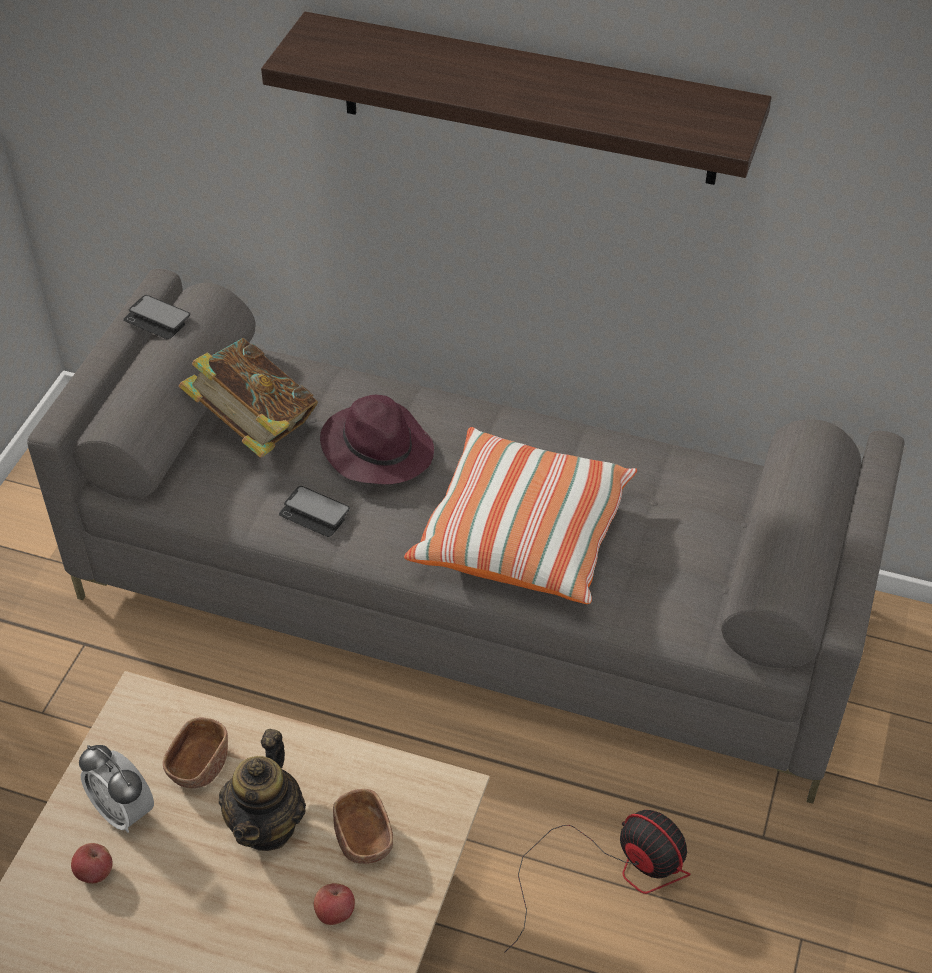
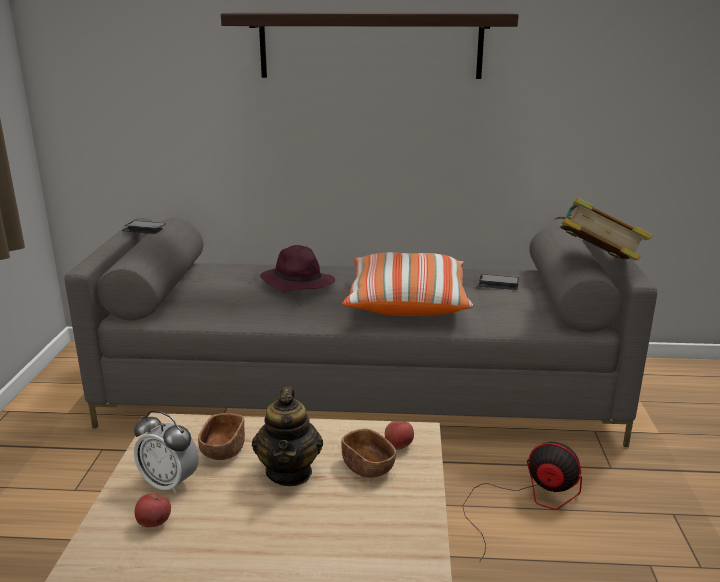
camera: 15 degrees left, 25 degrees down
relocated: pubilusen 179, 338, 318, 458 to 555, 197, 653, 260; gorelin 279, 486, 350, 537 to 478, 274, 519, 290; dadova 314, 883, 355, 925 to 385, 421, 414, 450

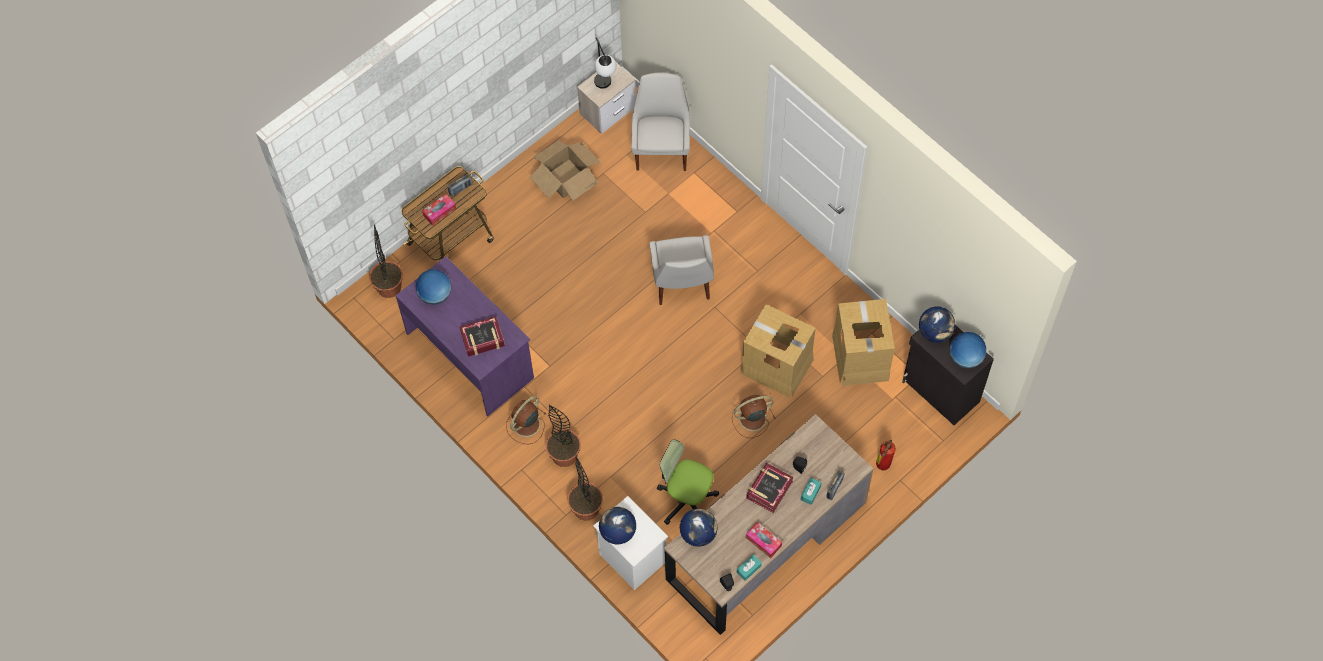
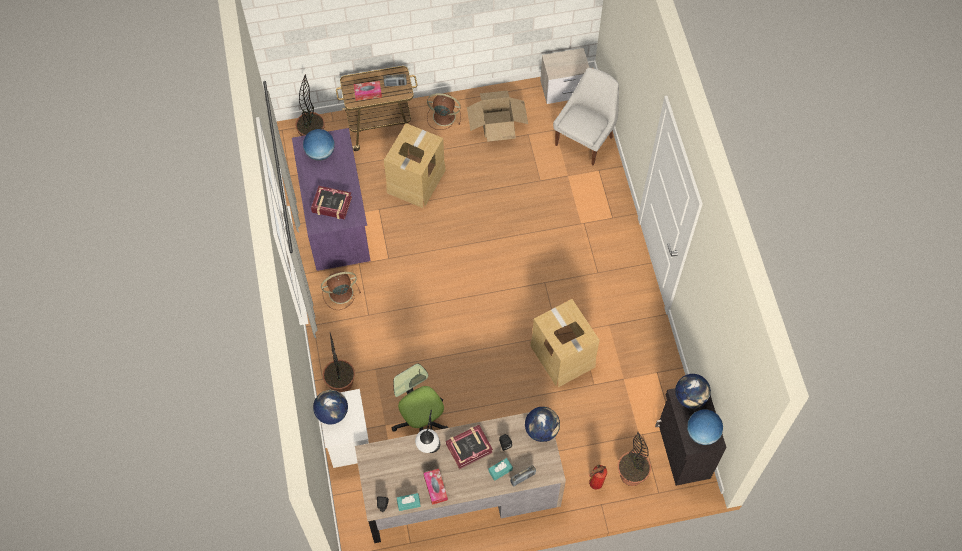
camera: 30 degrees right, 0 degrees up
missing: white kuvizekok 649, 235, 714, 305
relocated: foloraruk 594, 37, 617, 89 to 415, 410, 440, 453; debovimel 832, 299, 895, 386 to 384, 123, 446, 208; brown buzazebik 732, 395, 775, 438 to 427, 93, 461, 130; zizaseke 546, 405, 581, 467 to 618, 432, 651, 486; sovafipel 680, 509, 718, 547 to 525, 407, 560, 442

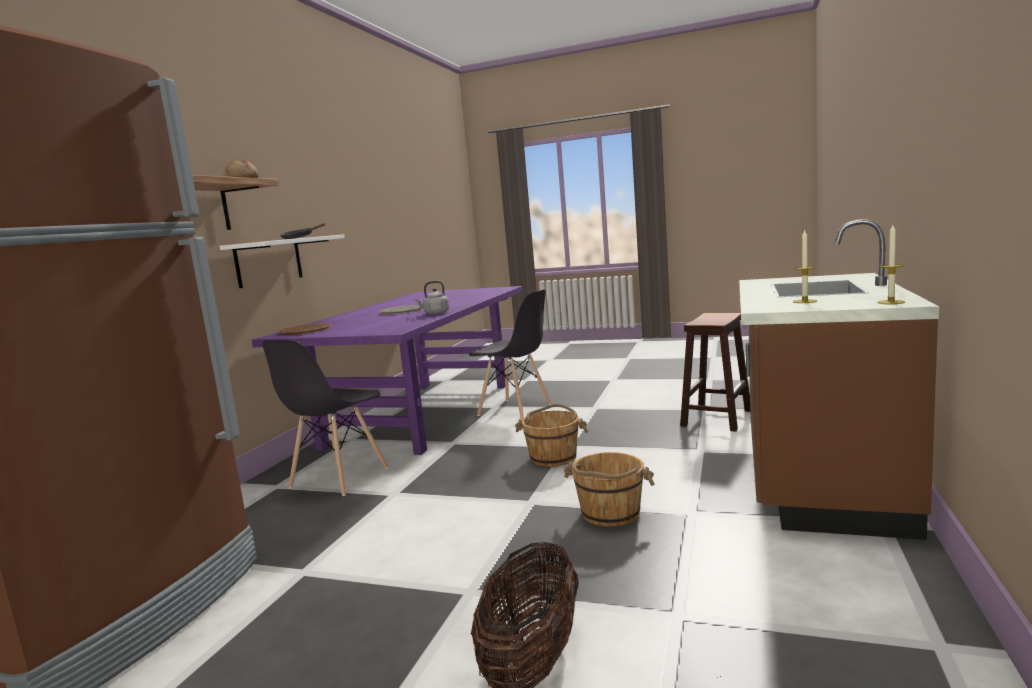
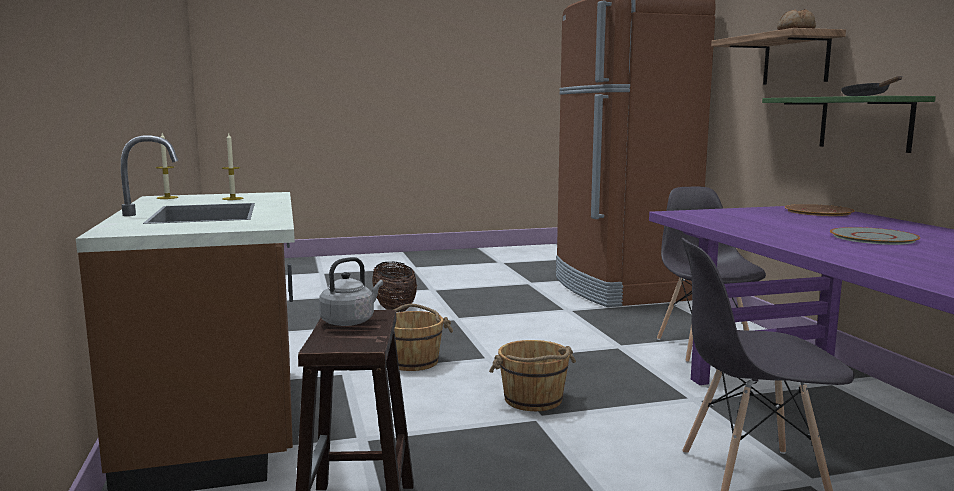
camera: 145 degrees right, 0 degrees up
relocated: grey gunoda 414, 281, 449, 314 to 319, 257, 383, 326
colour: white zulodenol 219, 234, 345, 288 to green zulodenol 762, 96, 936, 153

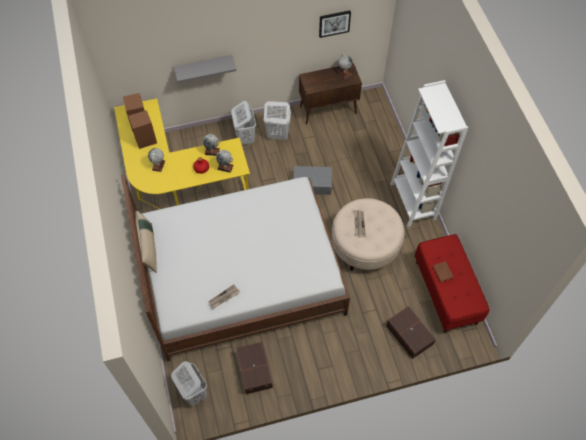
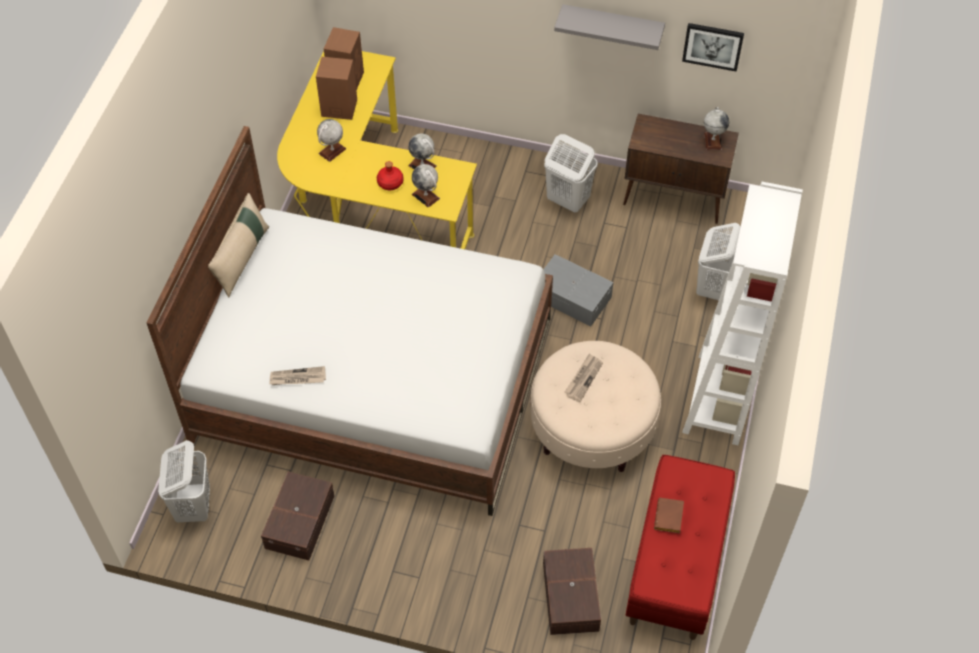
camera: 30 degrees right, 5 degrees down
relocated: grey zulodenol 174, 55, 236, 83 to 554, 4, 665, 50; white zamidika 231, 101, 256, 145 to 696, 223, 740, 300

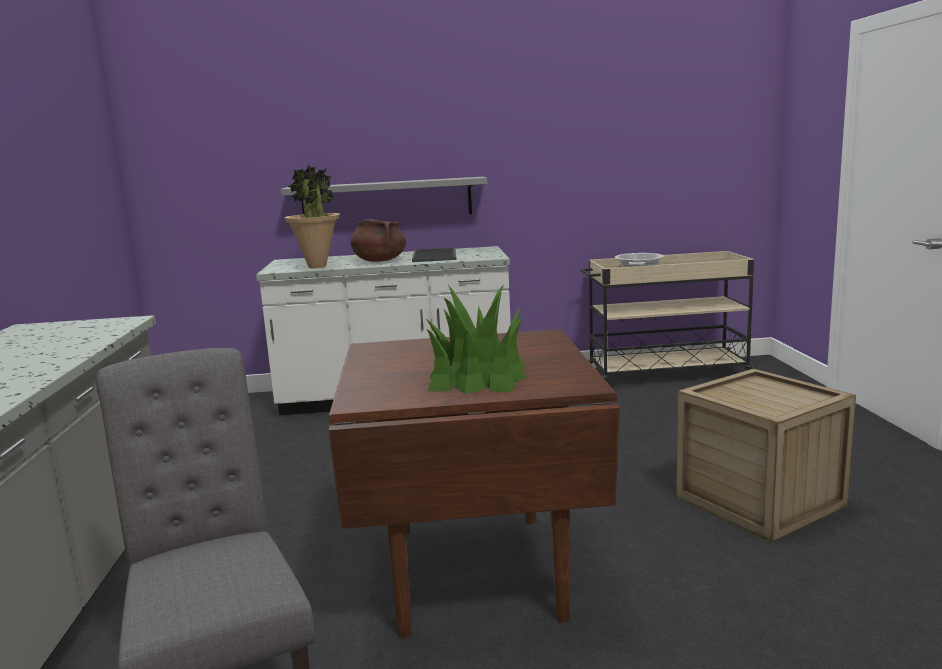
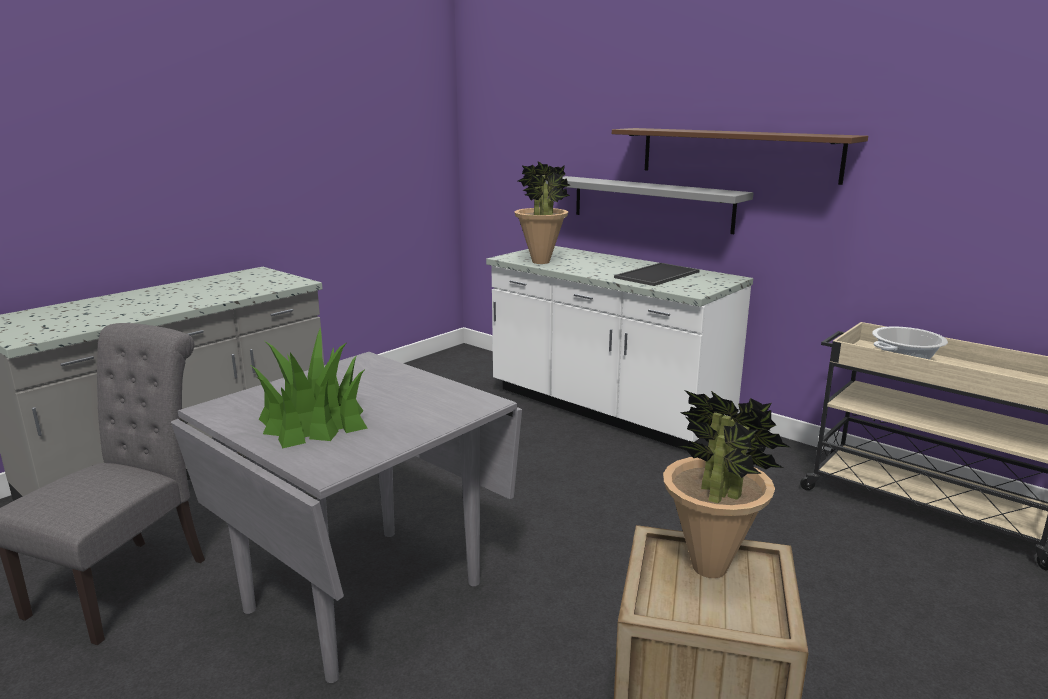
camera: 45 degrees right, 5 degrees up
missing: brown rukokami 350, 219, 406, 262
appeared: brown zulodenol 612, 128, 868, 185; zizaseke 663, 390, 790, 578
colour: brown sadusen 329, 329, 620, 638 to grey sadusen 171, 352, 522, 683

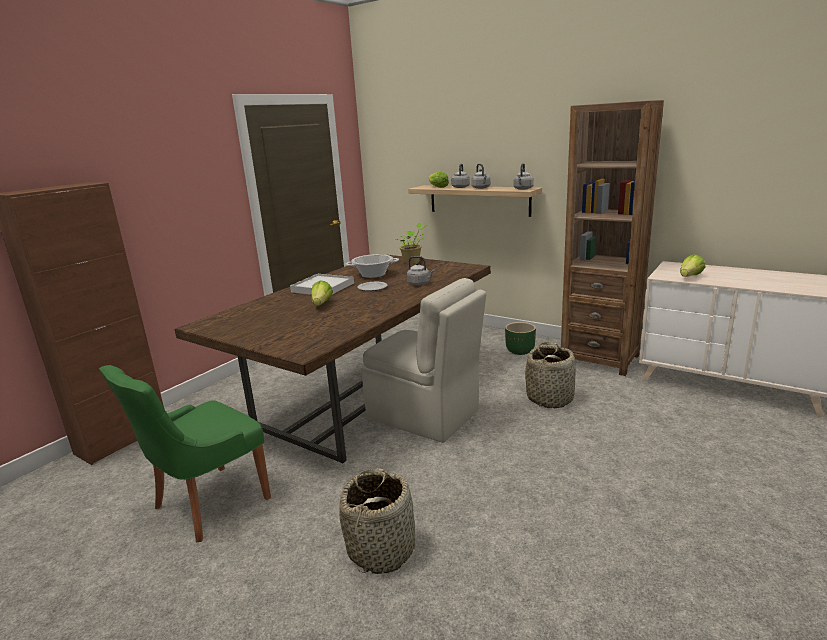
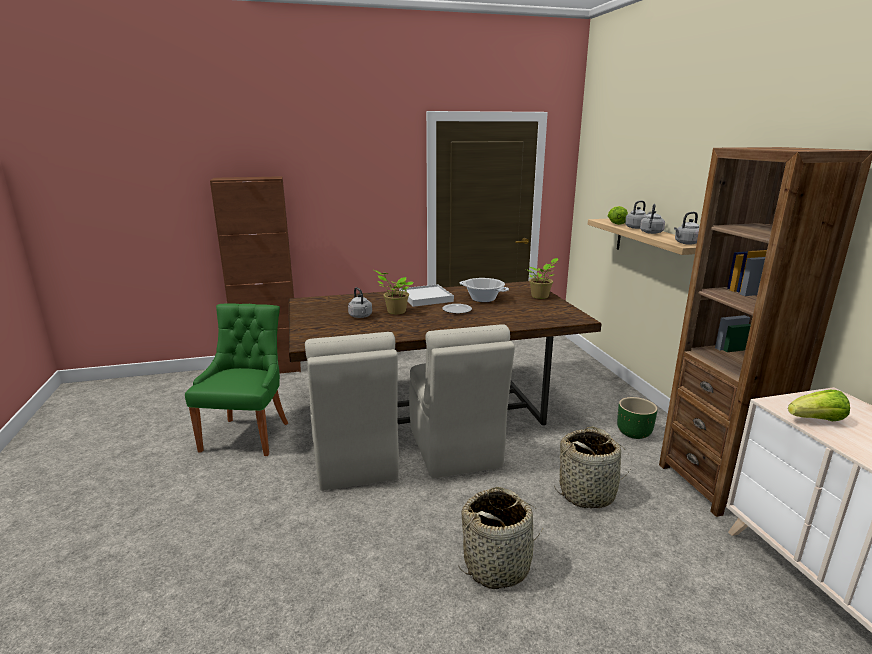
camera: 40 degrees right, 0 degrees up
appeared: beige kuvizekok 305, 332, 399, 491
relocated: grey gunoda 407, 256, 435, 285 to 348, 287, 372, 318; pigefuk 340, 468, 415, 574 to 459, 487, 543, 589
exchanged: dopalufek 311, 280, 333, 306 to zizaseke 374, 270, 413, 314
spun: green kuvizekok 99, 365, 271, 542 = 185, 303, 288, 456 105 degrees clockwise

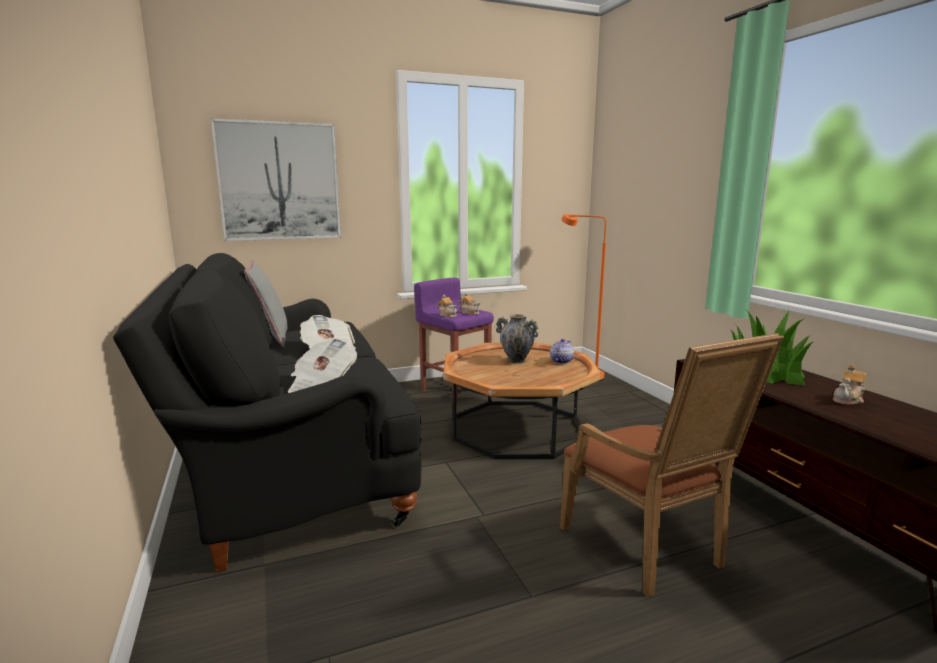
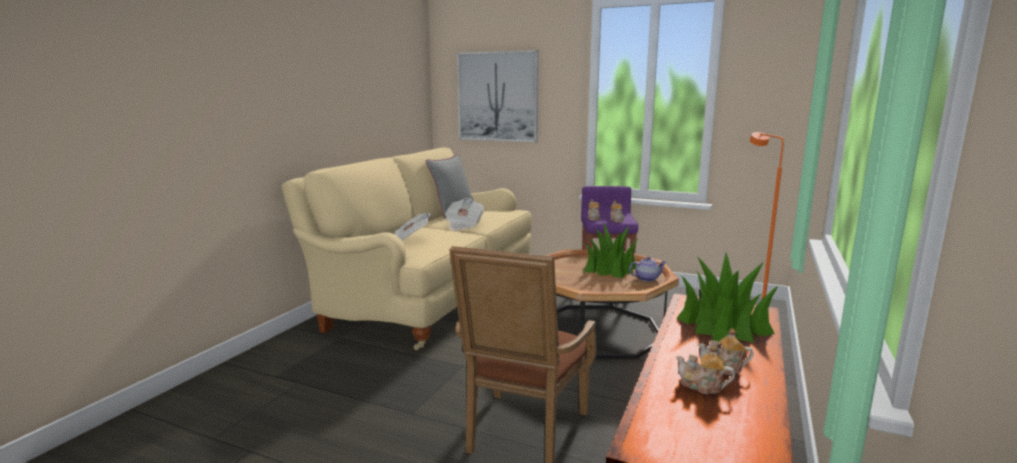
camera: 45 degrees right, 0 degrees up
appeared: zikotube 676, 345, 735, 394
exchanged: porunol 496, 314, 538, 364 to zizaseke 584, 222, 638, 278
colour: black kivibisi 113, 253, 422, 573 to beige kivibisi 281, 147, 532, 350

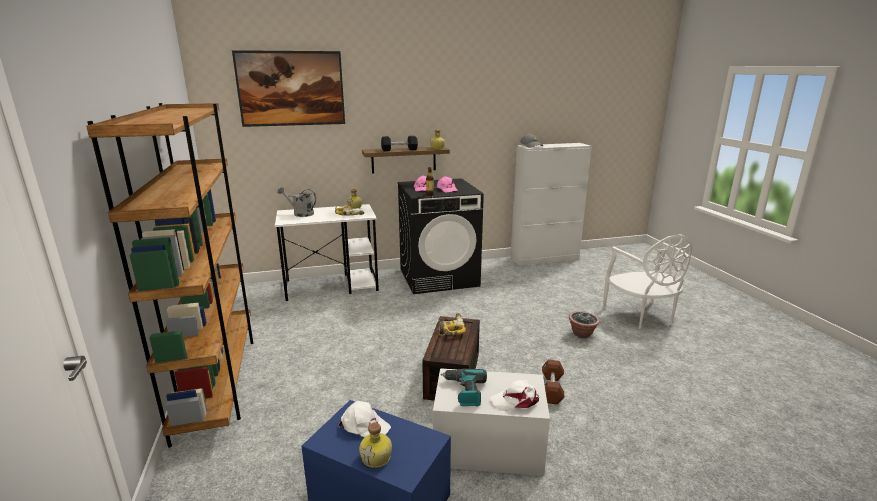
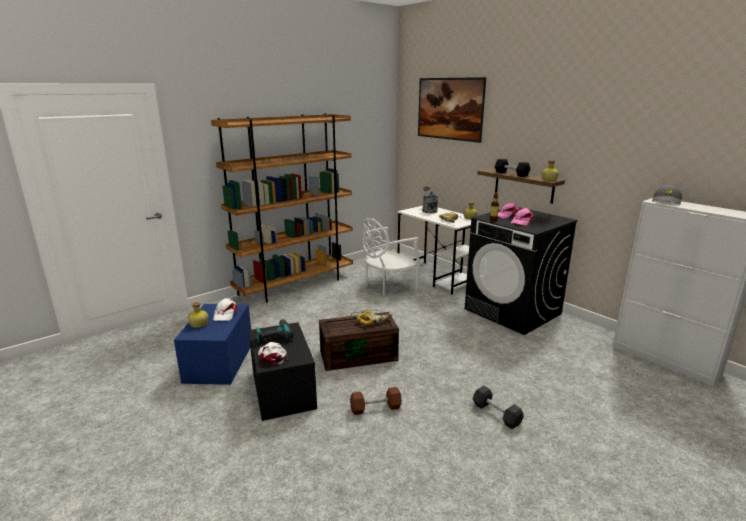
camera: 65 degrees right, 0 degrees up
relocated: white kuvizekok 603, 234, 692, 329 to 363, 218, 420, 296
exchanged: zizaseke 569, 311, 600, 338 to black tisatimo 473, 386, 524, 429
colour: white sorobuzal 433, 368, 550, 476 to black sorobuzal 249, 322, 317, 421

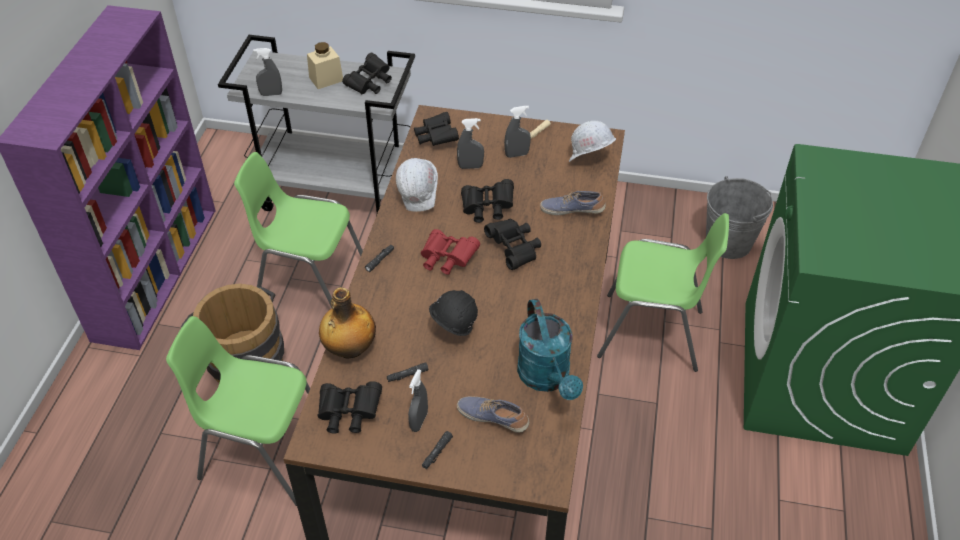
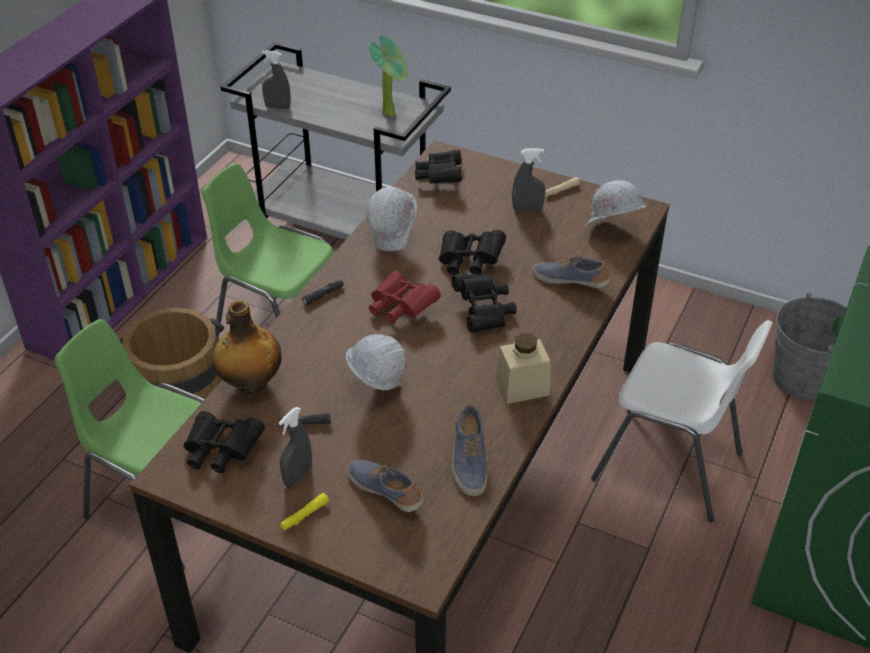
camera: 15 degrees right, 5 degrees down
missing: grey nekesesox 457, 118, 484, 169
relocated: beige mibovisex 307, 42, 343, 89 to 496, 333, 551, 404
exchanged: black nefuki 342, 53, 392, 94 to zizaseke 369, 35, 408, 116; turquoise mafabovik 517, 299, 583, 400 to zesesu 452, 404, 487, 496
colour: green kuvizekok 597, 213, 729, 372 to white kuvizekok 591, 320, 773, 522; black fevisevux 429, 290, 478, 336 to white fevisevux 345, 334, 406, 390; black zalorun 422, 431, 453, 469 to yellow zalorun 280, 493, 329, 531

